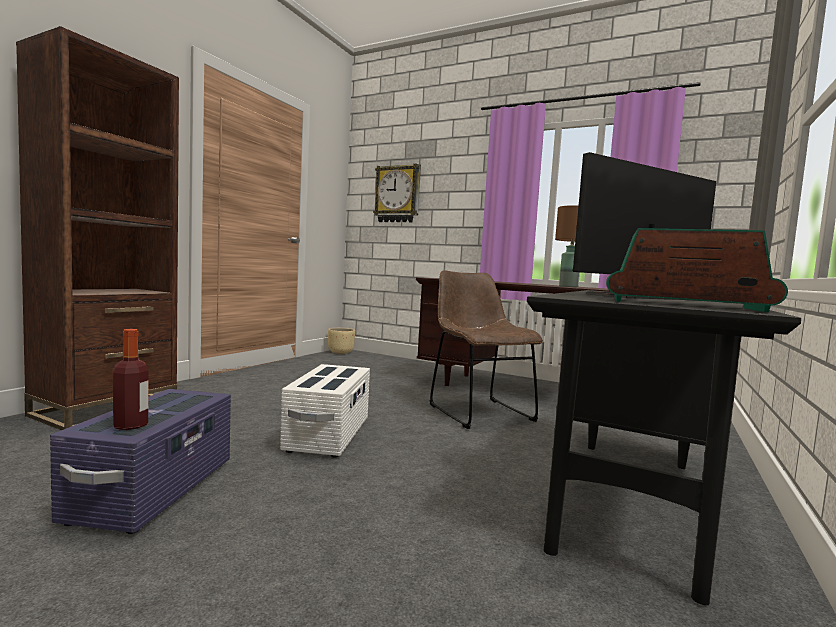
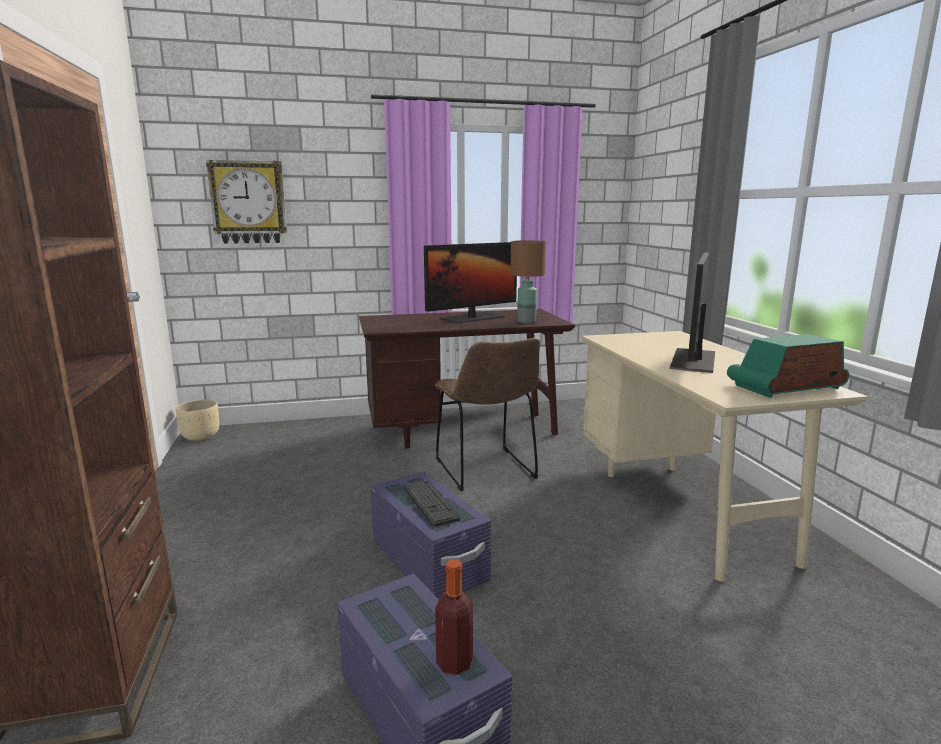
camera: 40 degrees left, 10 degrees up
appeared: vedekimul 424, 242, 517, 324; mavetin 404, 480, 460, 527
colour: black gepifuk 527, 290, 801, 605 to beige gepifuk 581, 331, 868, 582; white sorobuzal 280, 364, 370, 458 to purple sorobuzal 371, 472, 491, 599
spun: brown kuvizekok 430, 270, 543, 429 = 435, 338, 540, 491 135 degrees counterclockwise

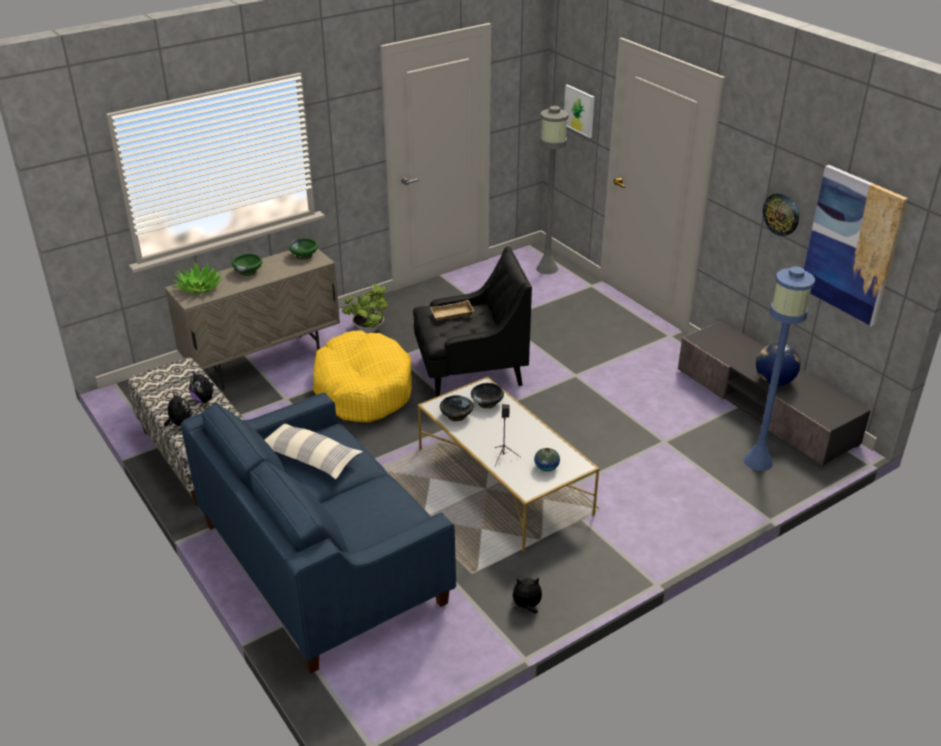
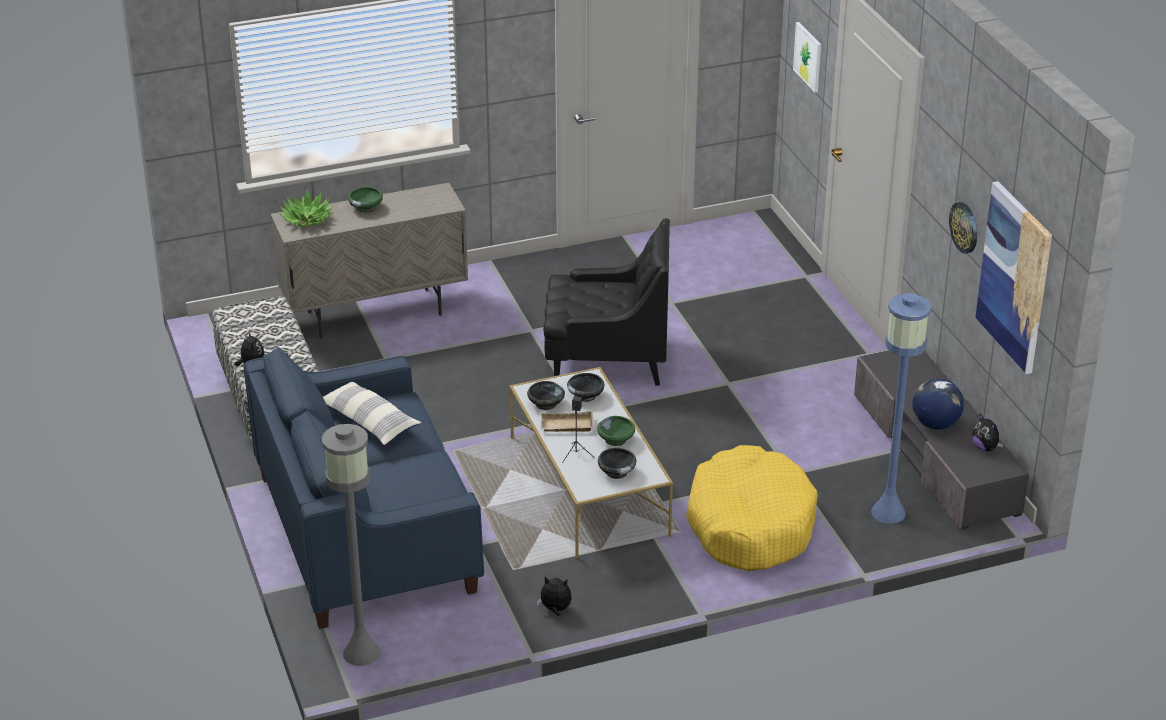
camera: 15 degrees right, 0 degrees up
missing: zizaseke 342, 284, 388, 333
relocated: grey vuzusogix 536, 106, 569, 274 to 322, 424, 381, 666; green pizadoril 289, 238, 318, 260 to 597, 416, 635, 446; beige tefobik 430, 300, 474, 320 to 541, 411, 594, 432; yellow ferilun 313, 330, 412, 423 to 686, 445, 818, 572; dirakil 189, 371, 217, 403 to 972, 414, 1003, 451
exchanged: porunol 534, 448, 560, 471 to black pizadoril 598, 448, 636, 479

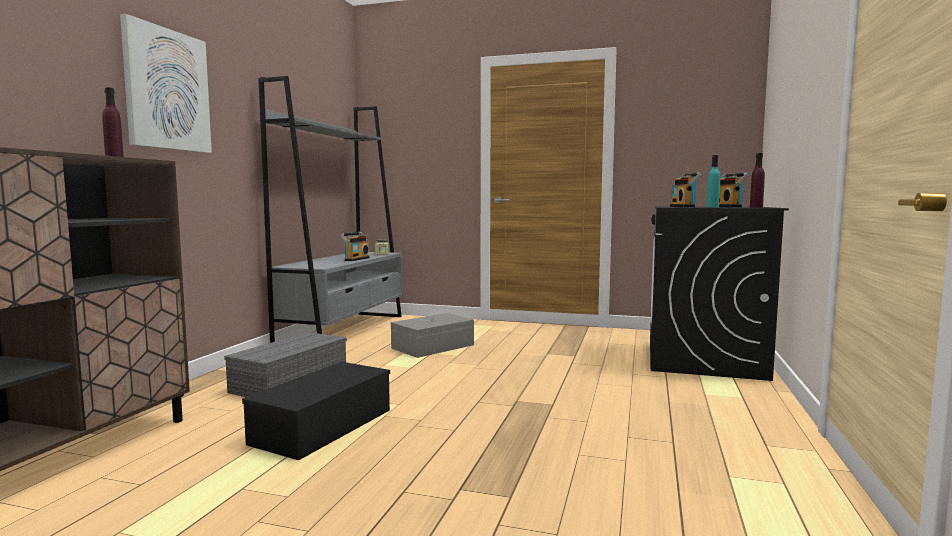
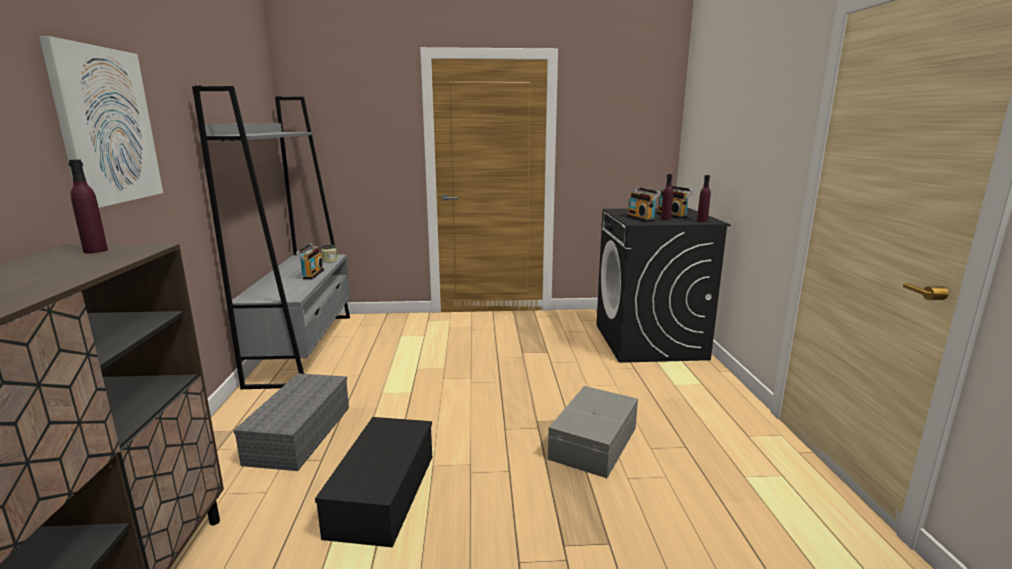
camera: 20 degrees left, 10 degrees up
relocated: grey sorobuzal 391, 313, 474, 358 to 548, 386, 638, 478
colour: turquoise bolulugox 707, 155, 720, 207 to purple bolulugox 661, 174, 673, 220

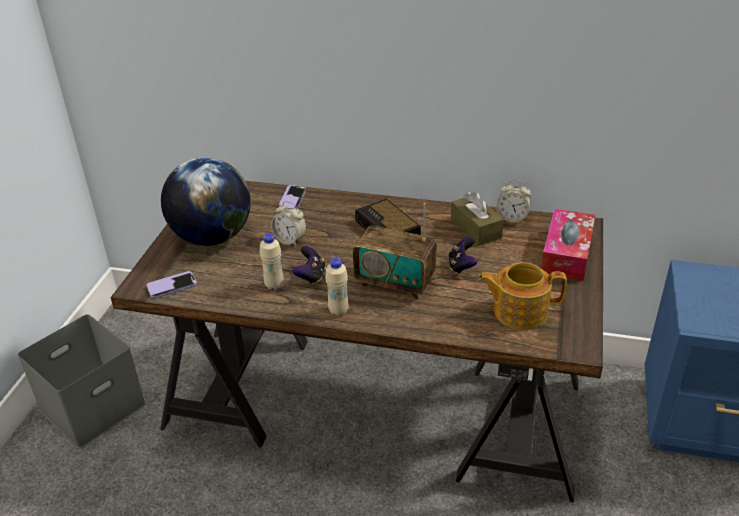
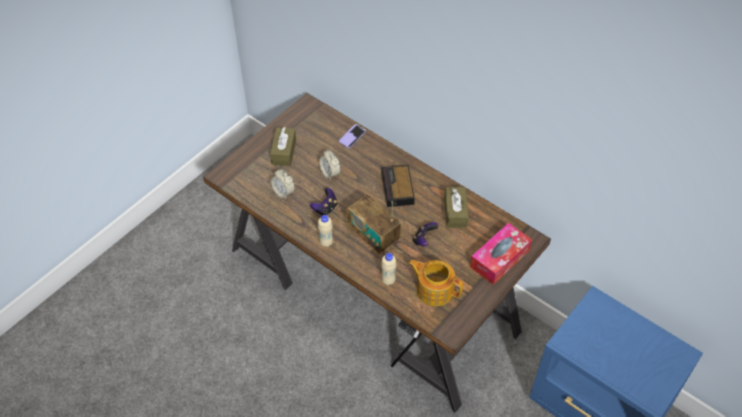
camera: 25 degrees right, 15 degrees up
missing: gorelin 146, 271, 197, 299; grey sorobuzal 18, 314, 146, 448
relocated: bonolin 497, 180, 531, 223 to 270, 169, 295, 199; beige bolulugox 260, 233, 284, 290 to 381, 253, 397, 285
exchanged: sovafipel 161, 157, 251, 246 to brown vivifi 270, 127, 296, 166

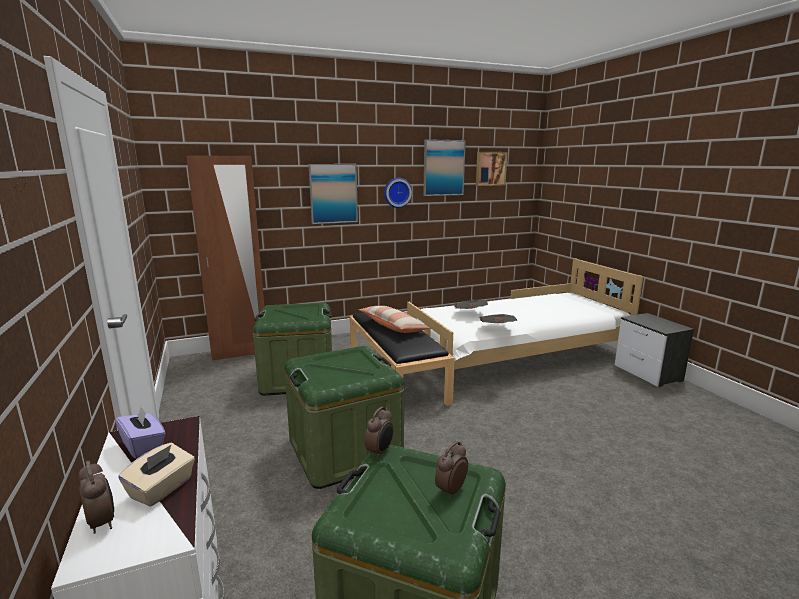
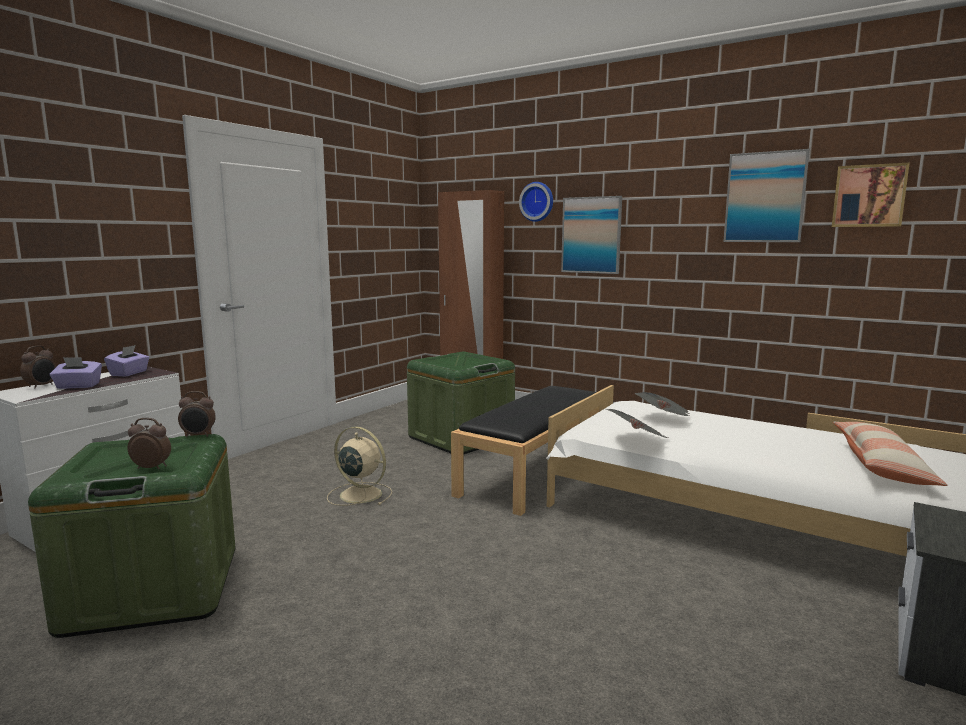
camera: 55 degrees right, 5 degrees down
relocated: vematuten 384, 178, 412, 208 to 519, 182, 553, 222; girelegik 359, 306, 430, 333 to 833, 422, 947, 486
exchanged: green sorobuzal 284, 346, 404, 489 to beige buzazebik 327, 426, 392, 506
colour: beige vivifi 118, 443, 195, 507 to purple vivifi 50, 357, 102, 389

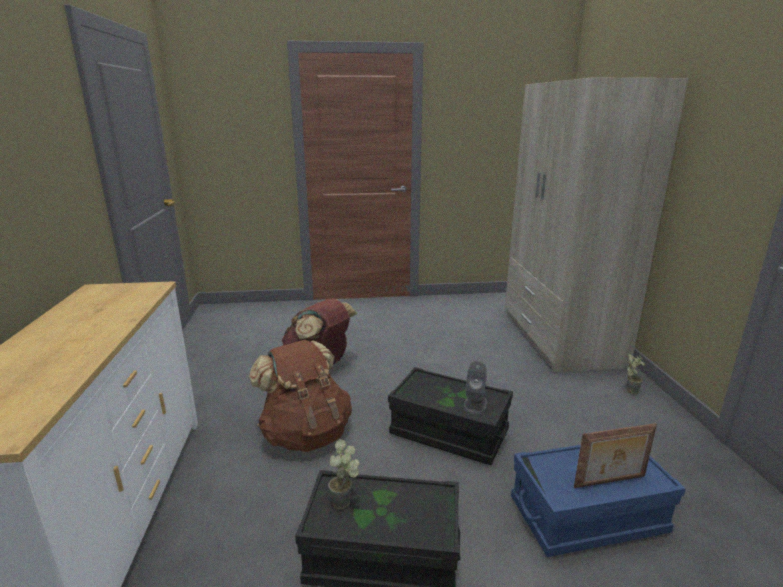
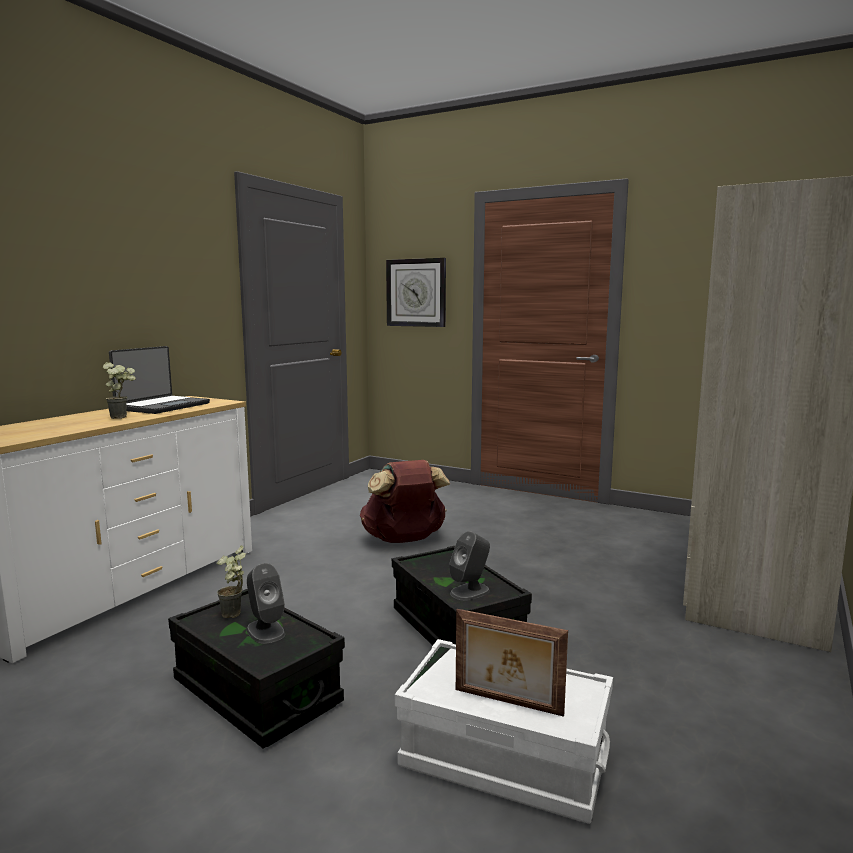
camera: 35 degrees right, 10 degrees down
missing: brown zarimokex 249, 340, 352, 452
appeared: vematuten 386, 258, 446, 327; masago 109, 346, 210, 414; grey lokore 247, 563, 285, 644
relocated: zizaseke 627, 355, 645, 394 to 103, 362, 136, 419
colour: blue sorobuzal 511, 445, 686, 557 to white sorobuzal 395, 639, 613, 824

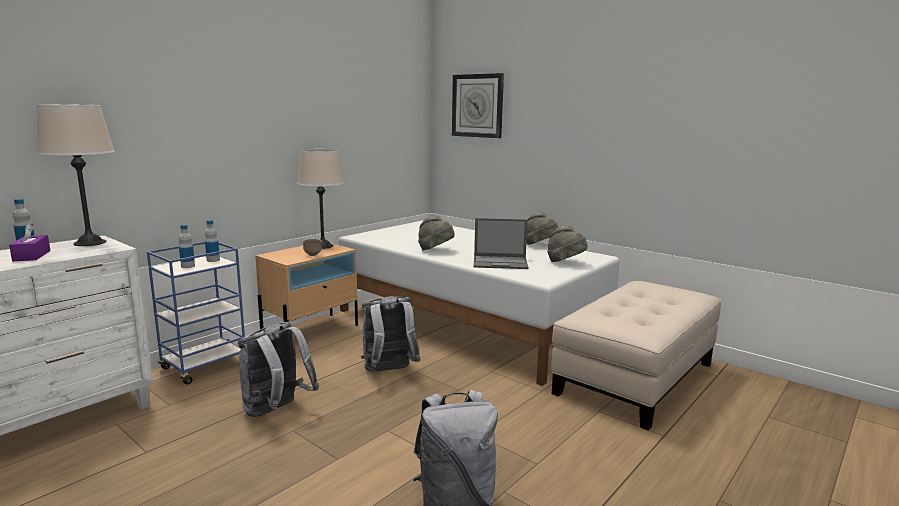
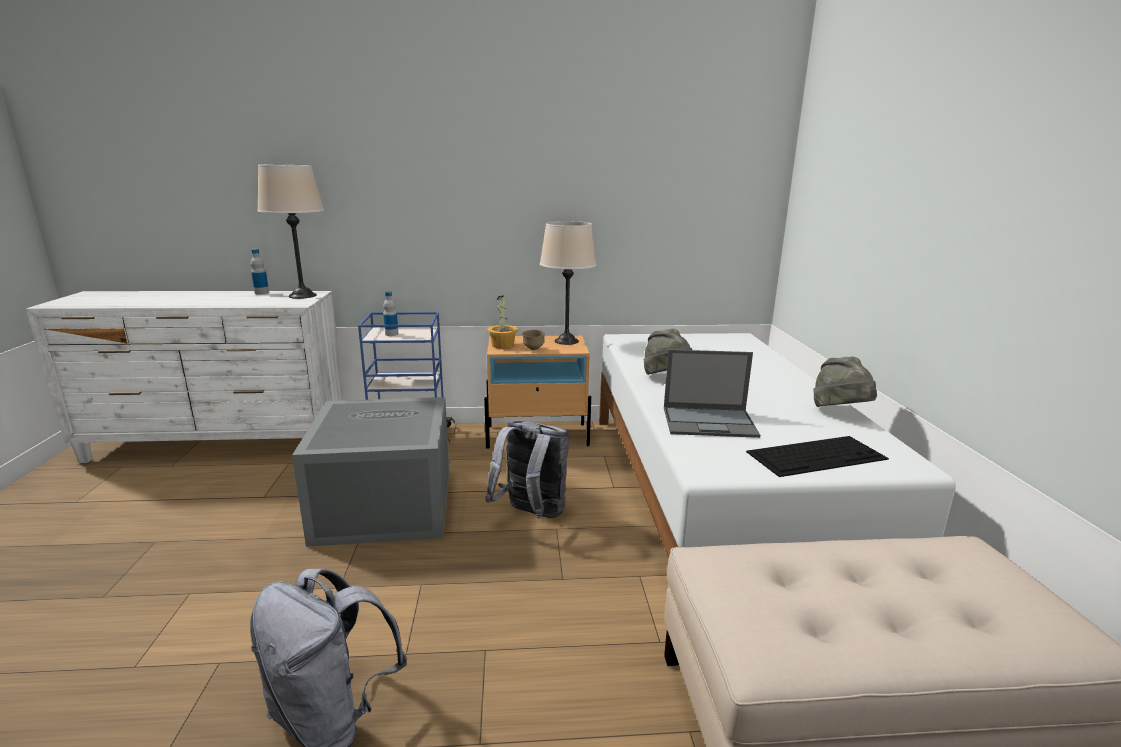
camera: 45 degrees right, 5 degrees up
missing: vematuten 452, 73, 504, 138; bolulugox 205, 220, 220, 262; purple vivifi 9, 223, 51, 261
appeared: zizaseke 487, 295, 518, 349
exchanged: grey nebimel 547, 225, 588, 262 to mavetin 746, 436, 889, 477; grey zarimokex 238, 322, 319, 417 to grey sorobuzal 292, 397, 449, 547
spun: masago 473, 218, 528, 269 = 664, 349, 760, 438 45 degrees counterclockwise

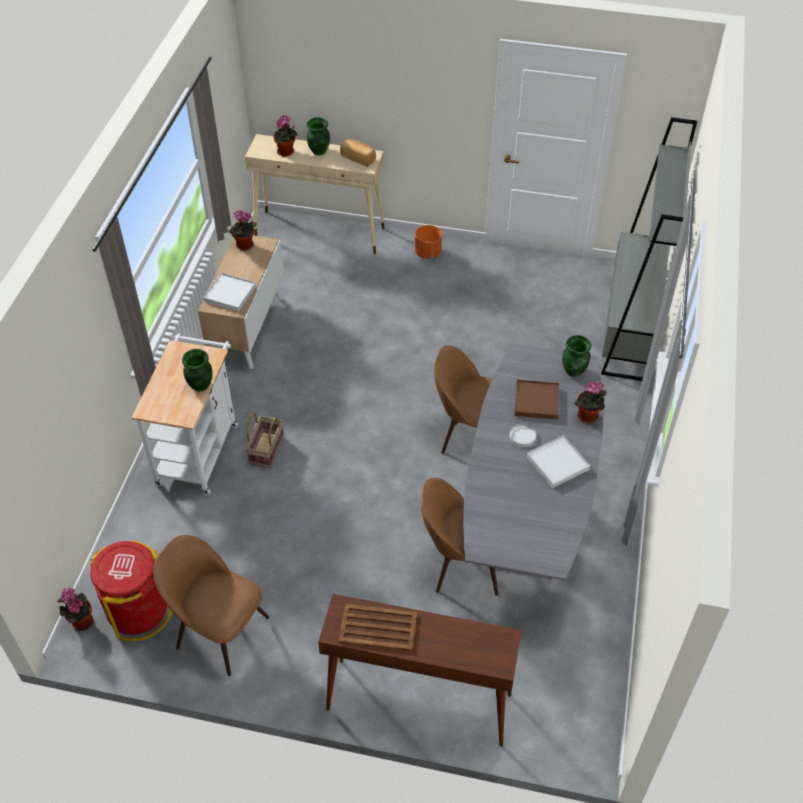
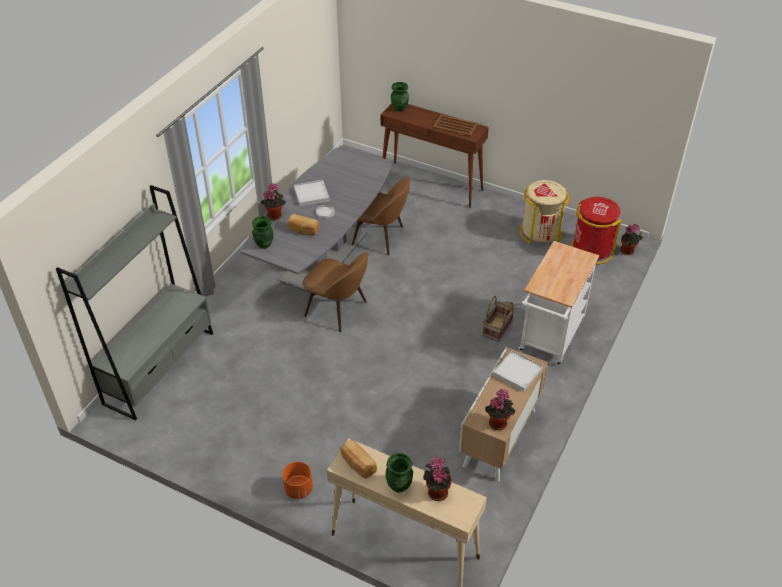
camera: 165 degrees left, 5 degrees down
relocated: green porunol 182, 349, 213, 391 to 391, 82, 409, 111
exchanged: brown tefobik 514, 380, 559, 420 to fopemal 287, 214, 320, 236; brown kuvizekok 153, 535, 269, 676 to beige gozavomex 520, 180, 570, 243

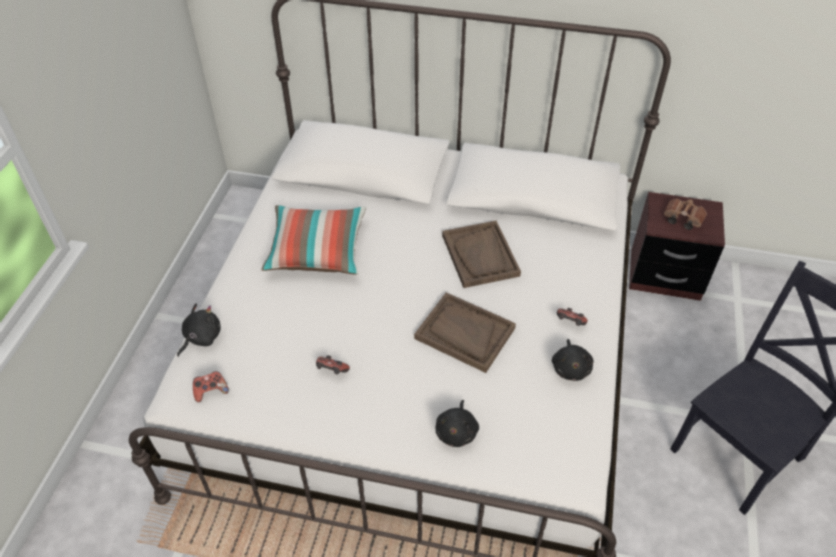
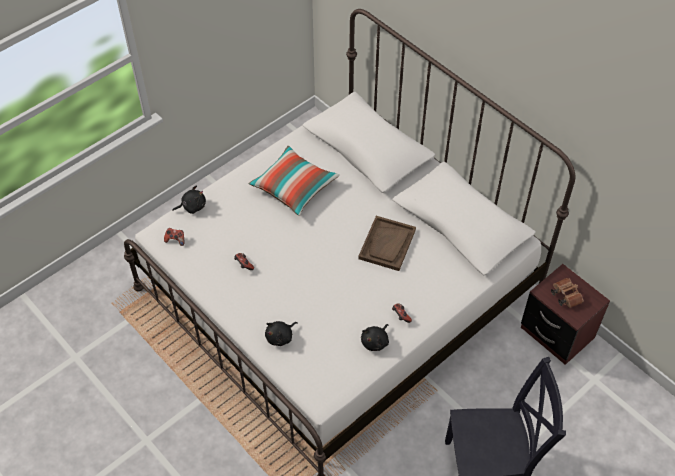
camera: 35 degrees right, 5 degrees up
missing: brown tefobik 414, 292, 516, 373

